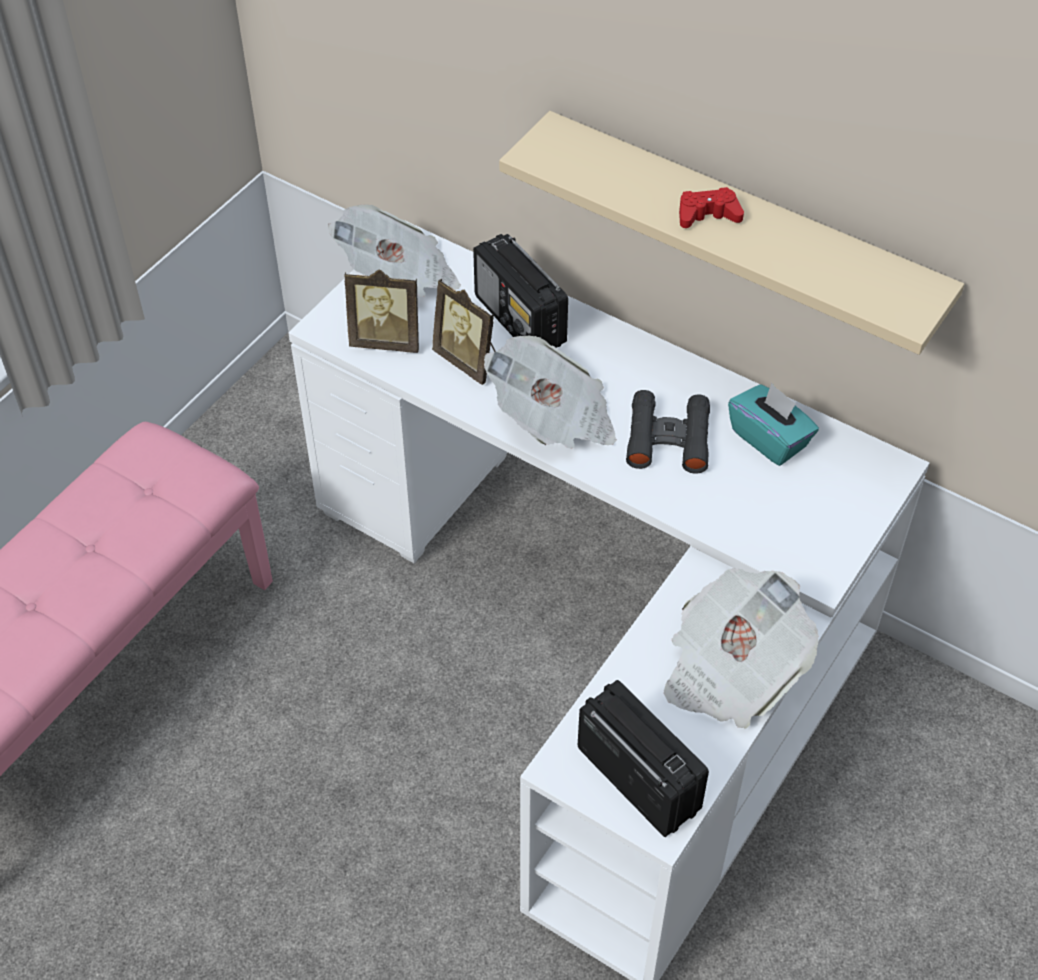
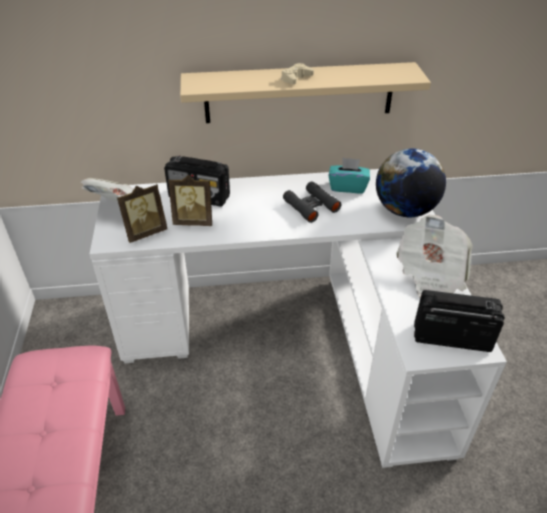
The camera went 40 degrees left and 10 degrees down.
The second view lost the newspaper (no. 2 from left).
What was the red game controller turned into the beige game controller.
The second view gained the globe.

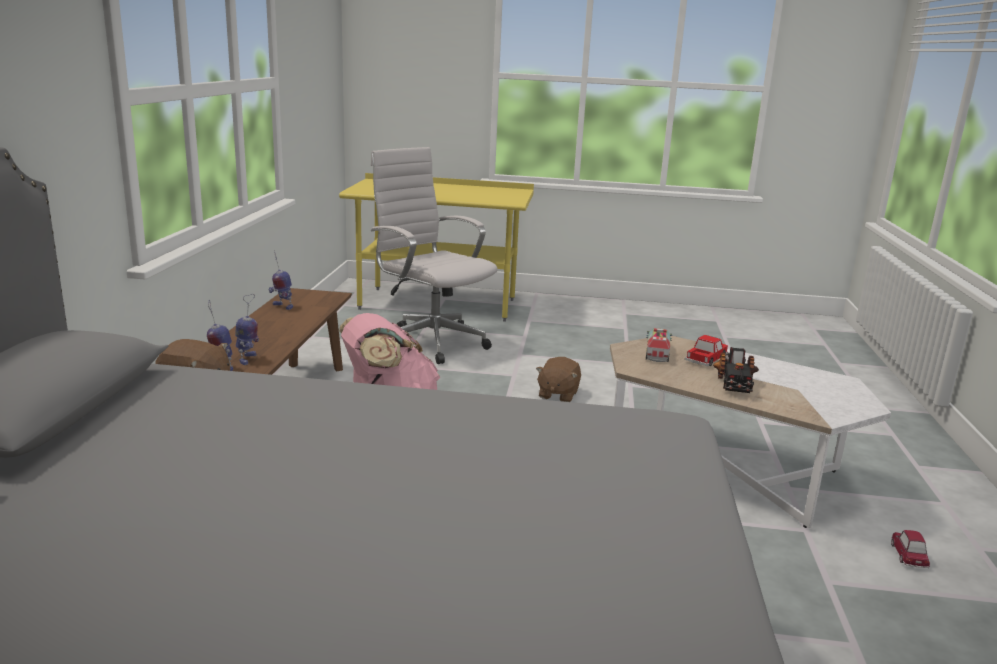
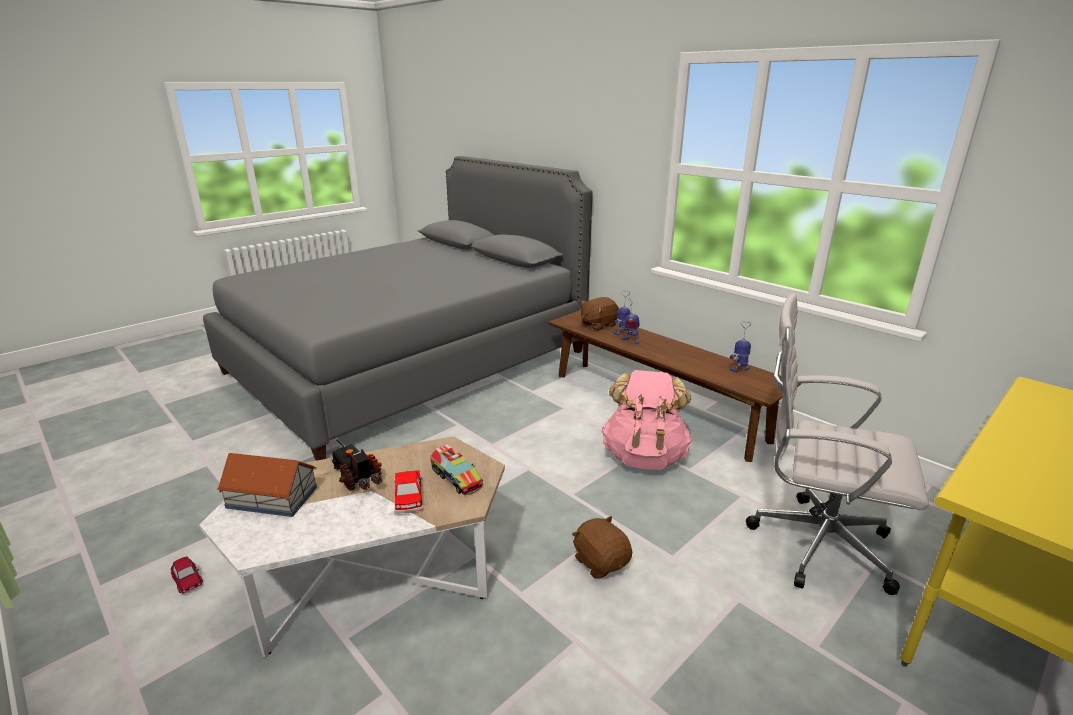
The camera went 130 degrees right and 5 degrees up.
The white office chair ended up facing another way, 150 degrees counterclockwise from before.
The second view gained the toy house.

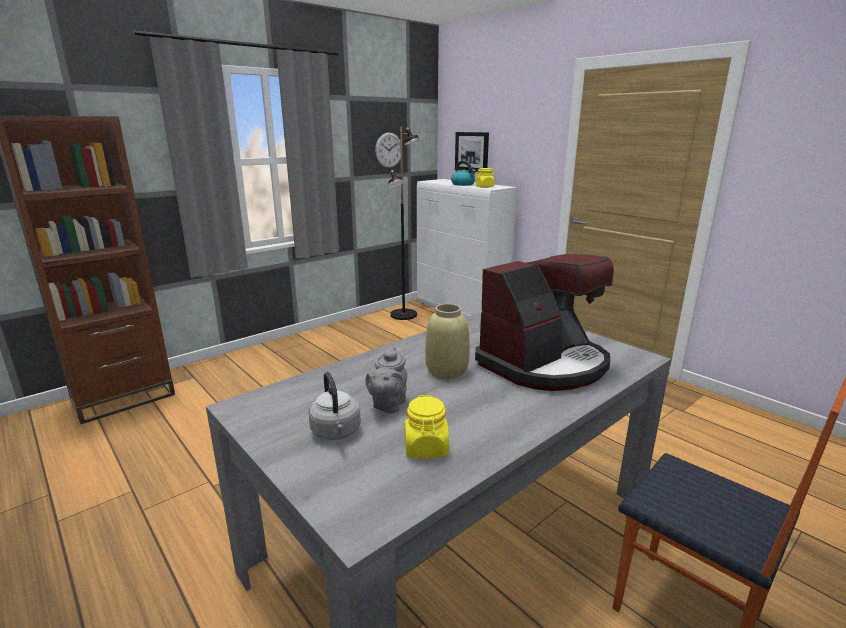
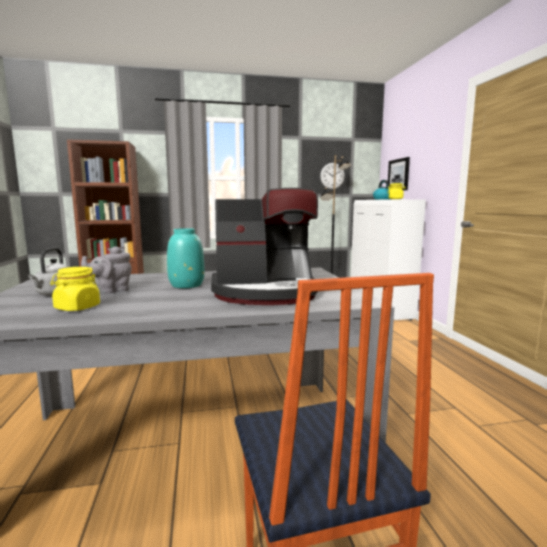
The camera went 30 degrees right and 10 degrees down.
What was the beige vase turned into the turquoise vase.

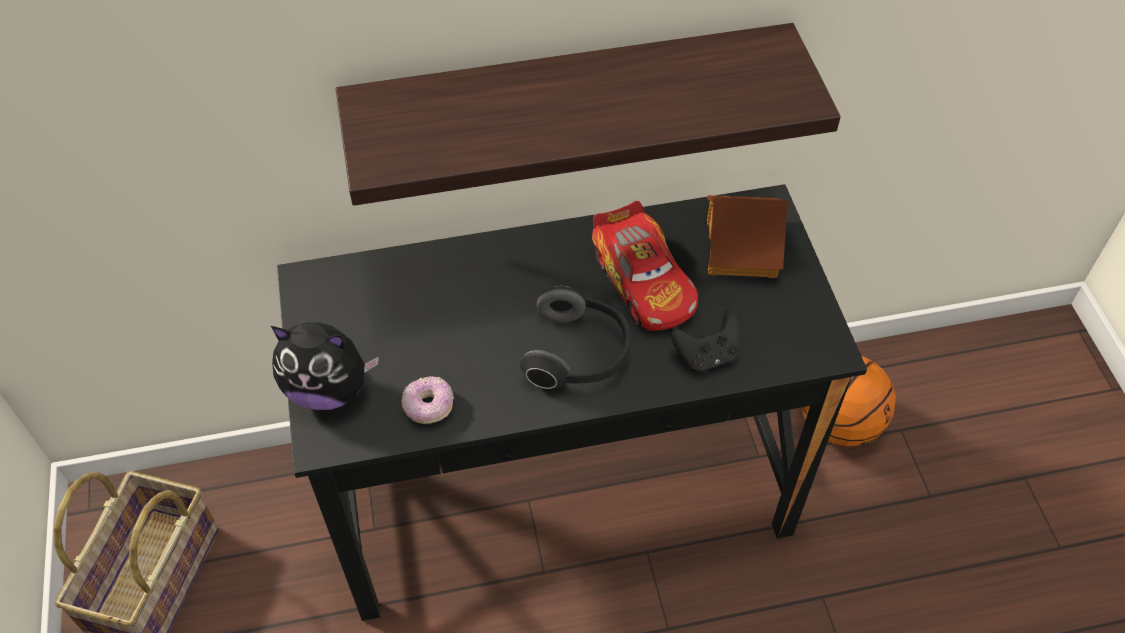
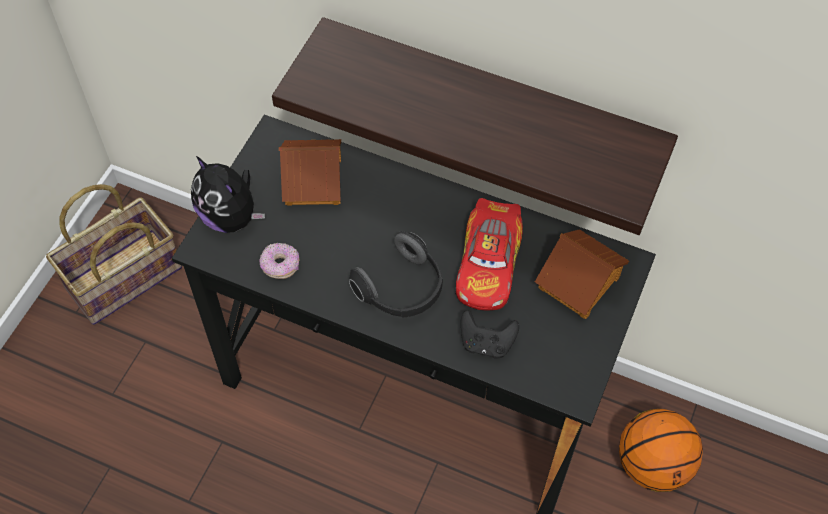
The camera went 35 degrees right and 5 degrees up.
The second view gained the toy house (no. 1 from left).

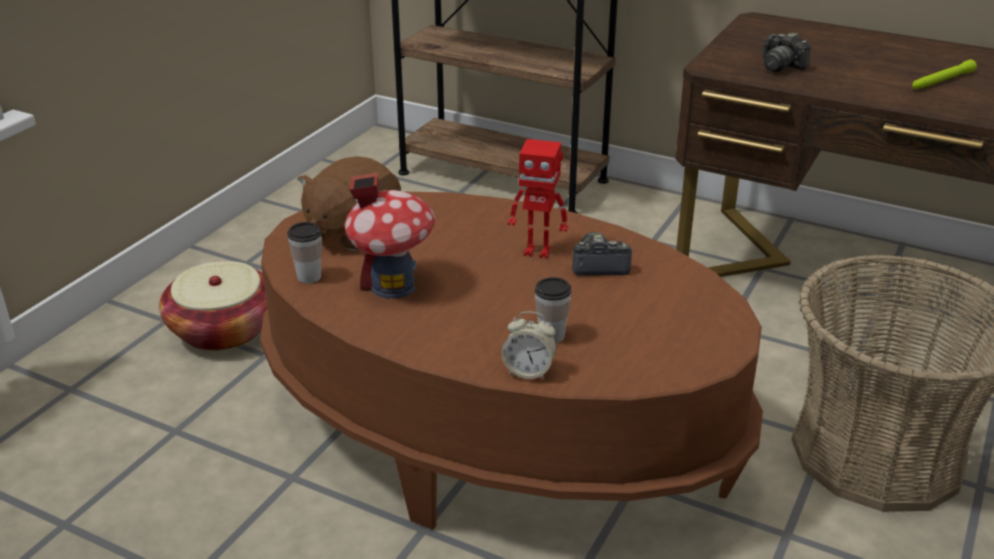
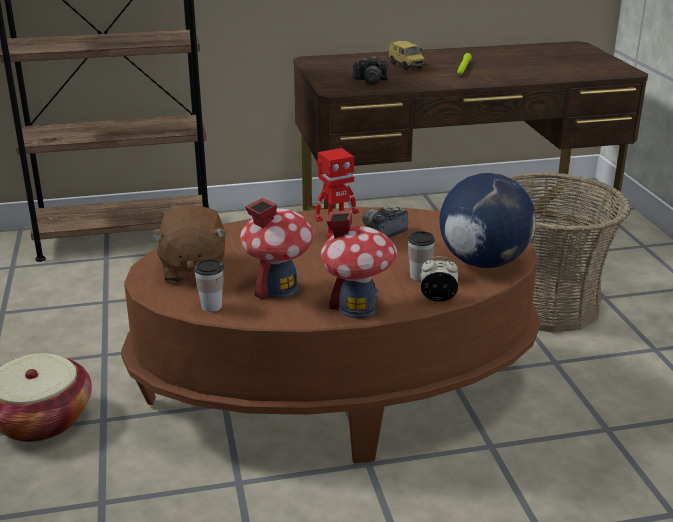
The camera went 40 degrees left and 5 degrees down.
The alarm clock ended up facing another way, 150 degrees counterclockwise from before.
The second view gained the toy house (no. 2 from left).
The second view gained the toy car.
The second view gained the globe.

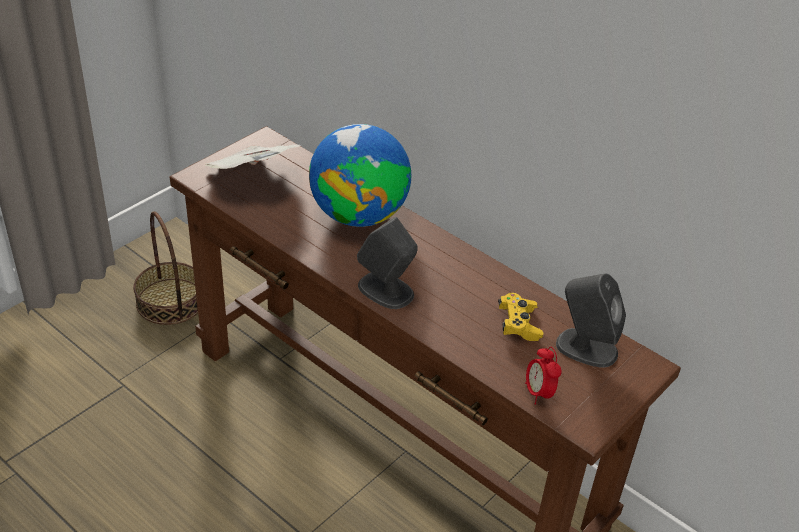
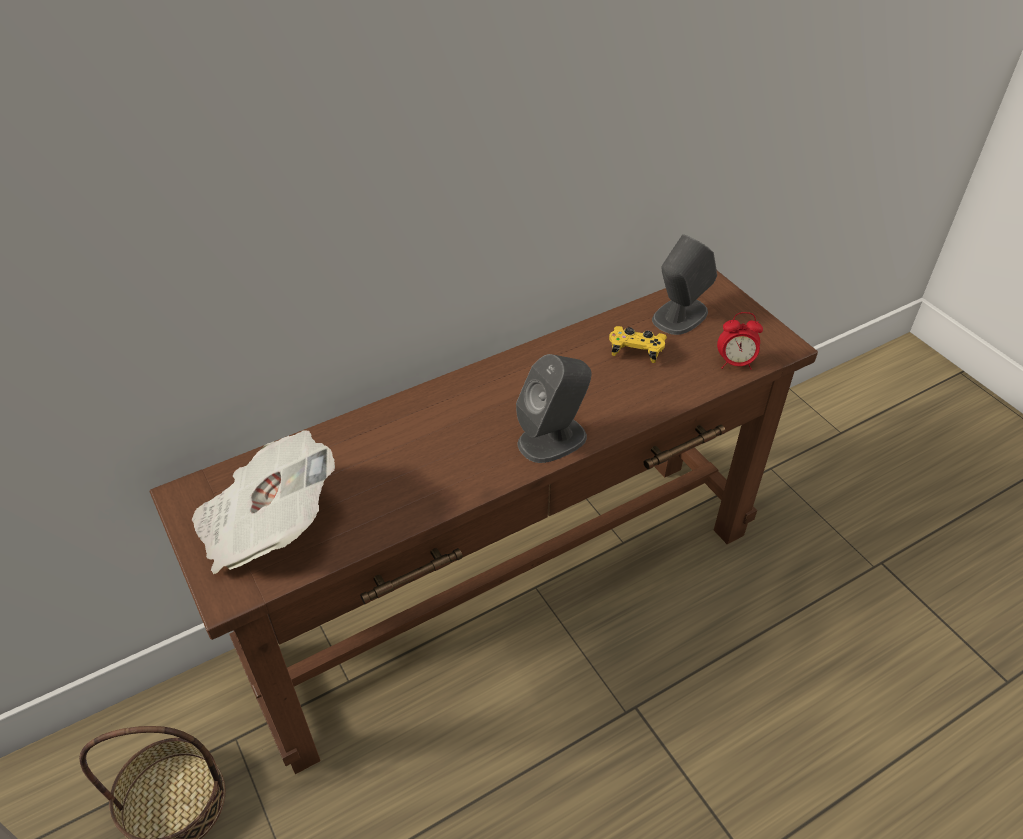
The camera went 70 degrees left and 5 degrees up.
The second view lost the globe.

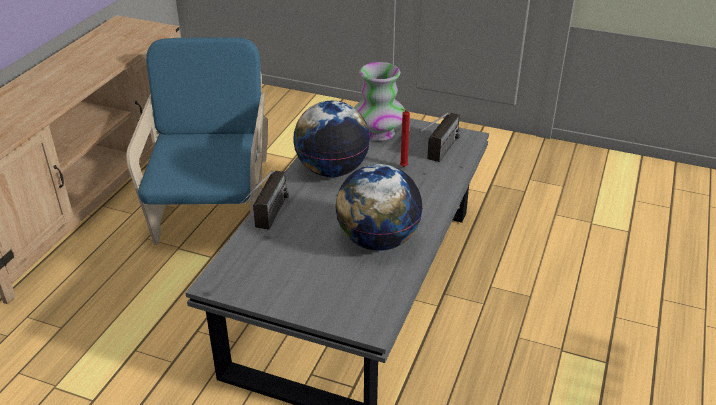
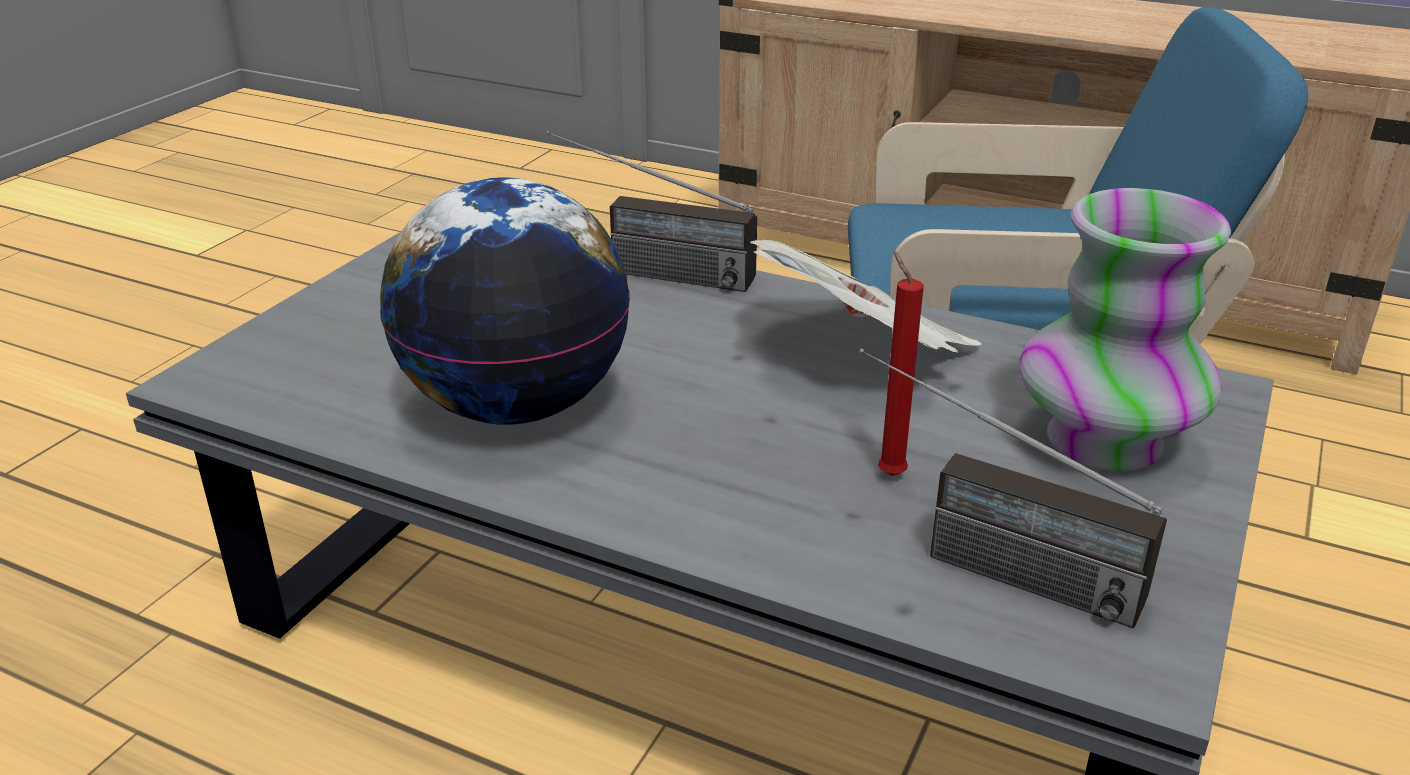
The camera went 95 degrees right and 5 degrees down.
Where the globe (no. 1 from left) stood, the newspaper came to stand.

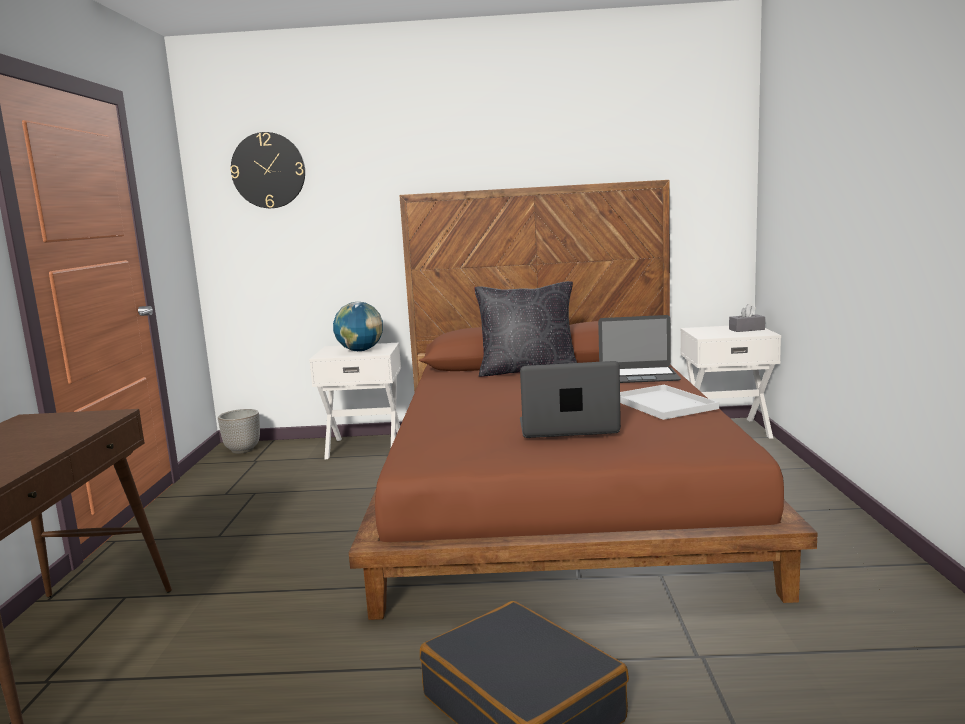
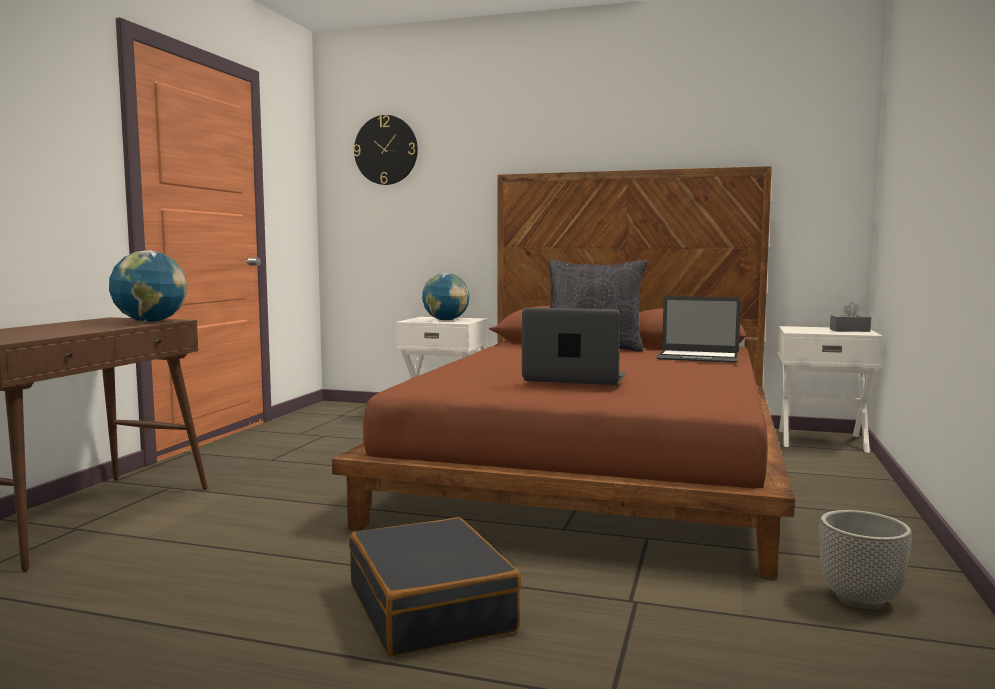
The camera went 15 degrees right and 5 degrees down.
The planter ended up elsewhere.
The second view lost the white tray.
The second view gained the globe (no. 1 from left).

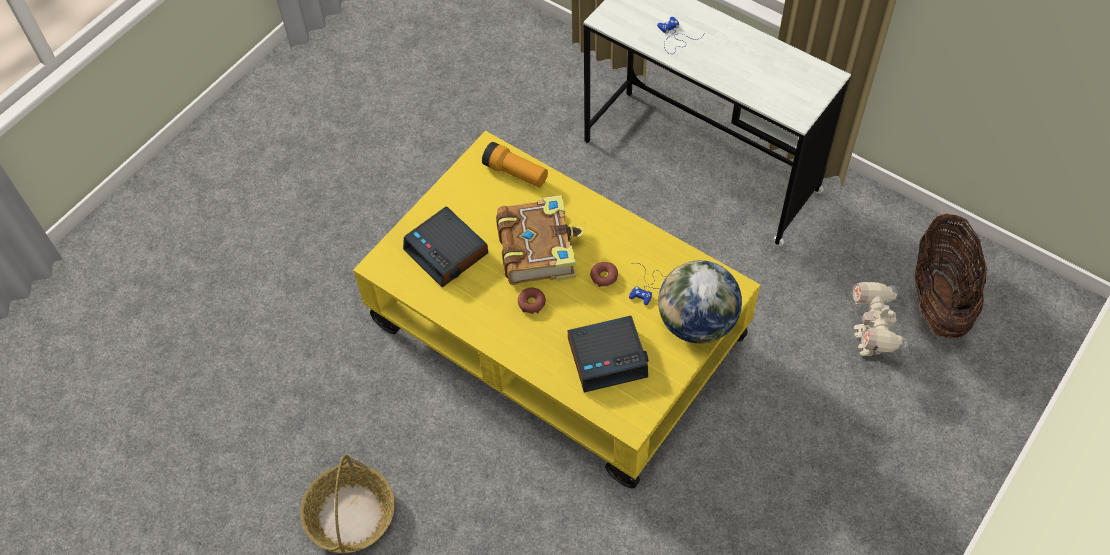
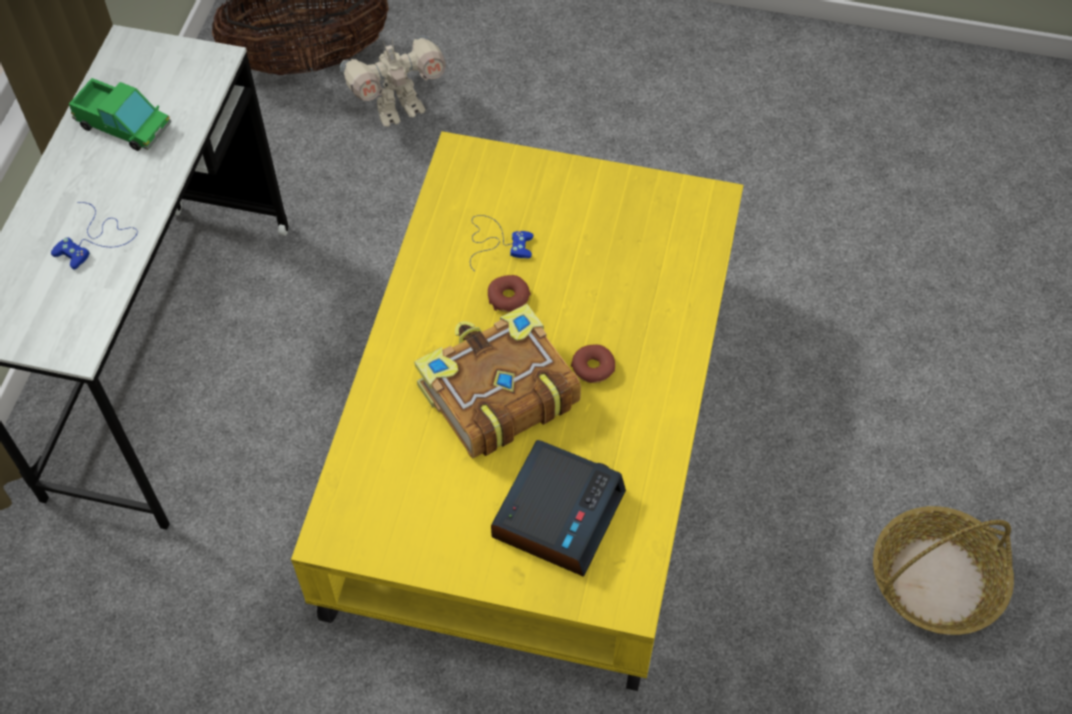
The camera went 115 degrees left and 0 degrees up.
The second view lost the flashlight.
The second view lost the alarm clock (no. 2 from left).
The second view lost the globe.
The second view gained the toy truck.

